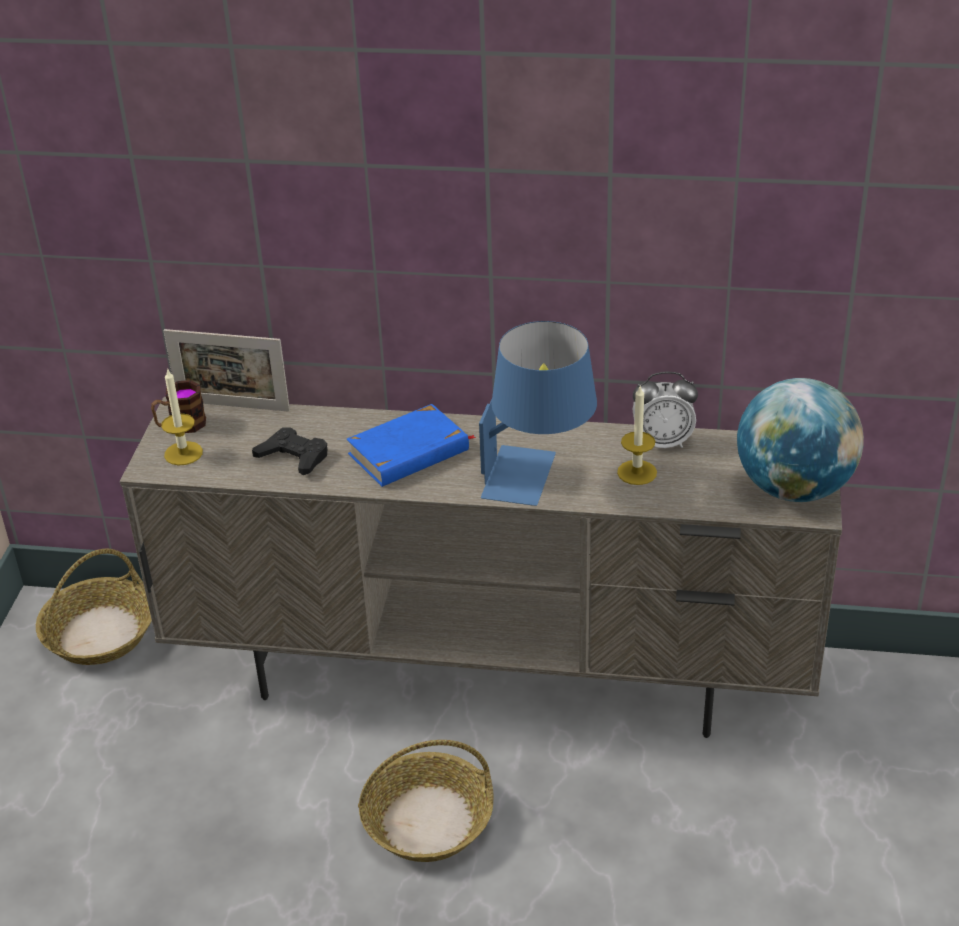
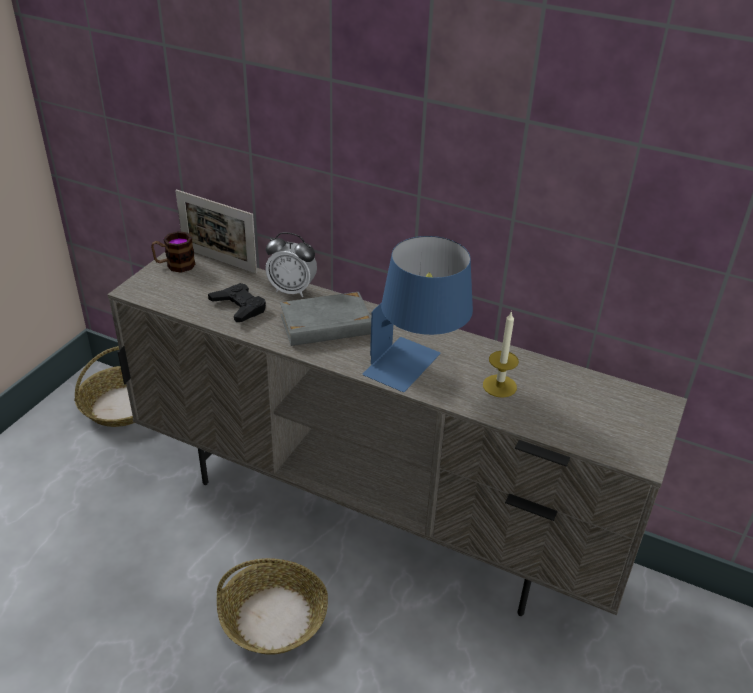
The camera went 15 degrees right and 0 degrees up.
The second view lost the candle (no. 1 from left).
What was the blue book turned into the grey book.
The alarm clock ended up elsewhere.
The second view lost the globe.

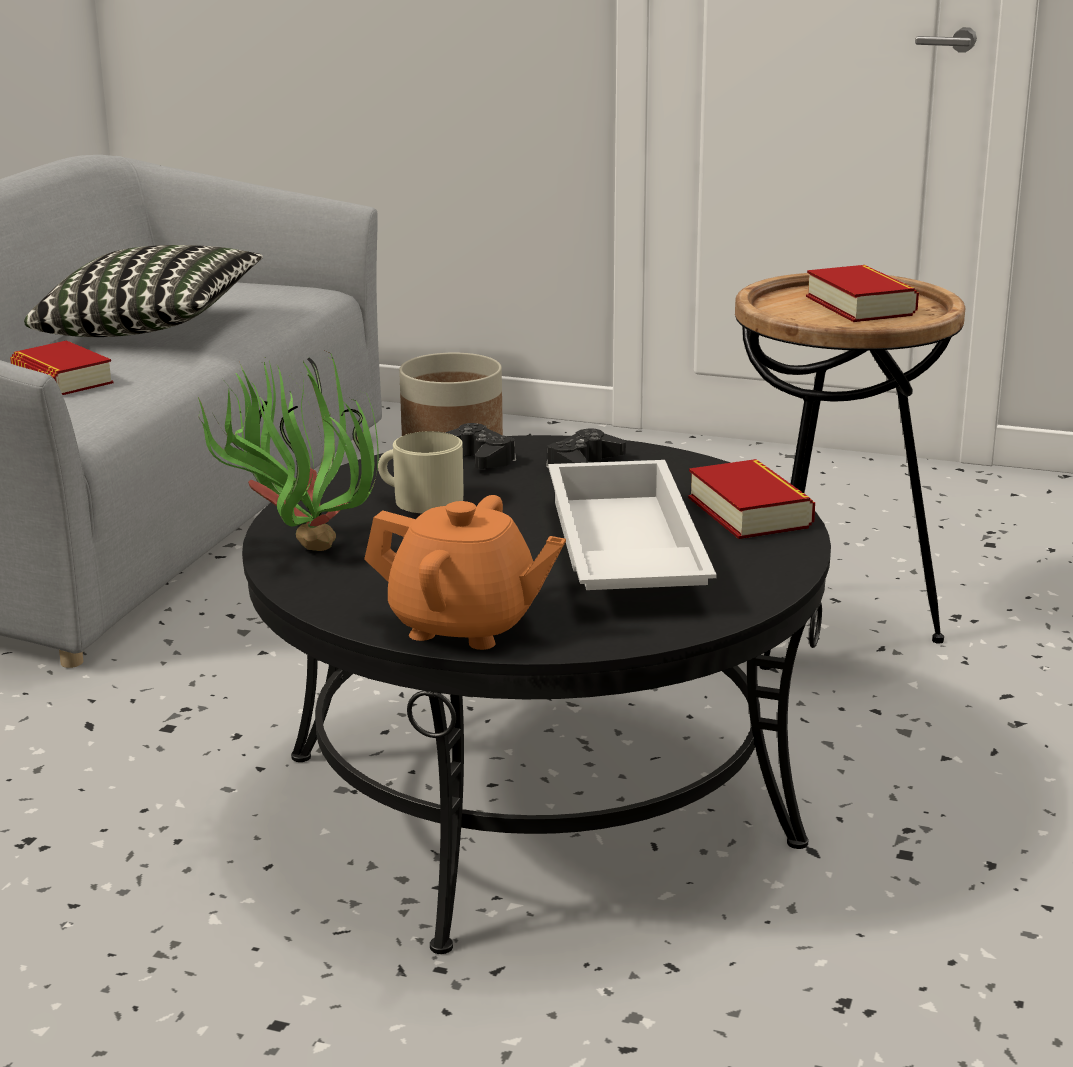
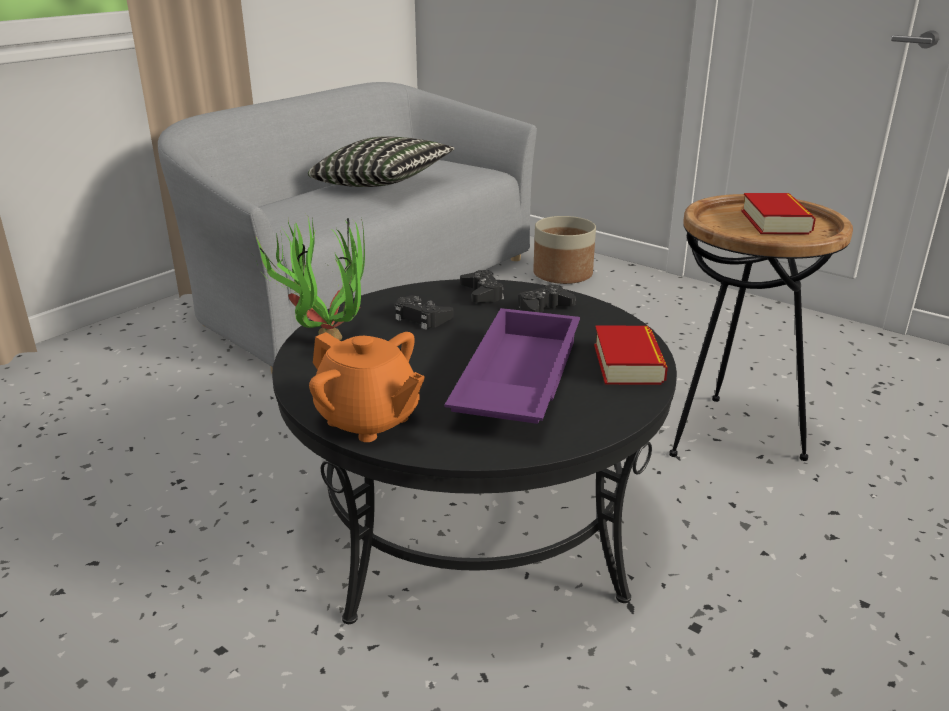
The camera went 20 degrees right and 5 degrees up.
The second view lost the book (no. 1 from left).
Where the beige mug stood, the black game controller (no. 1 from left) came to stand.
What was the white tray turned into the purple tray.

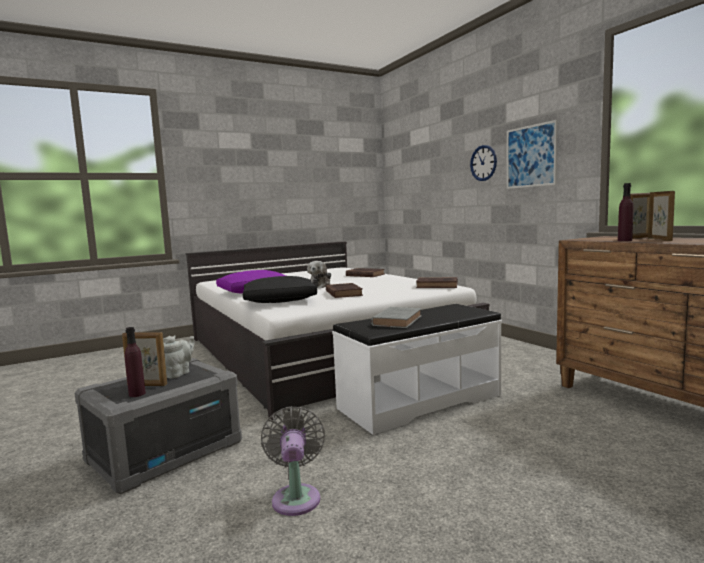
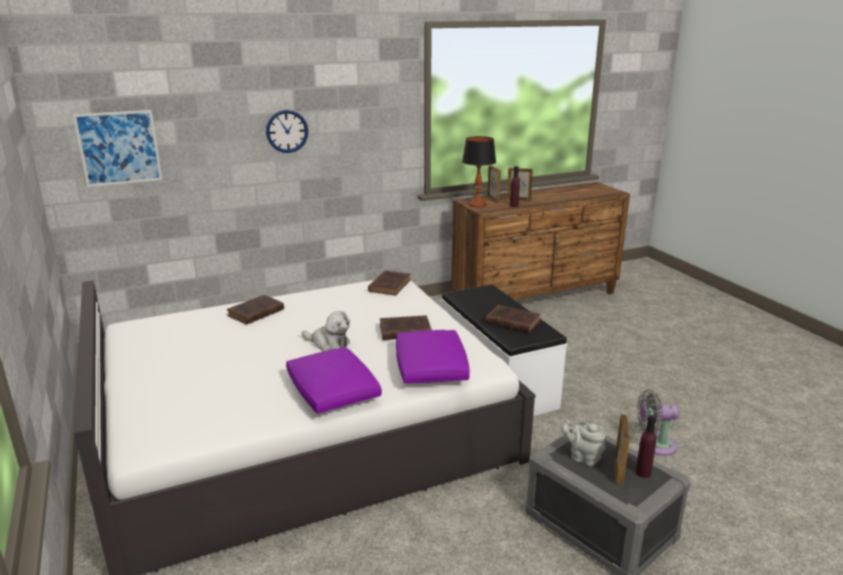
The camera went 85 degrees left and 15 degrees up.
What was the black pillow turned into the purple pillow (no. 2 from left).
What was the grey book turned into the brown book (no. 4 from left).
The picture ended up elsewhere.
The second view gained the table lamp.

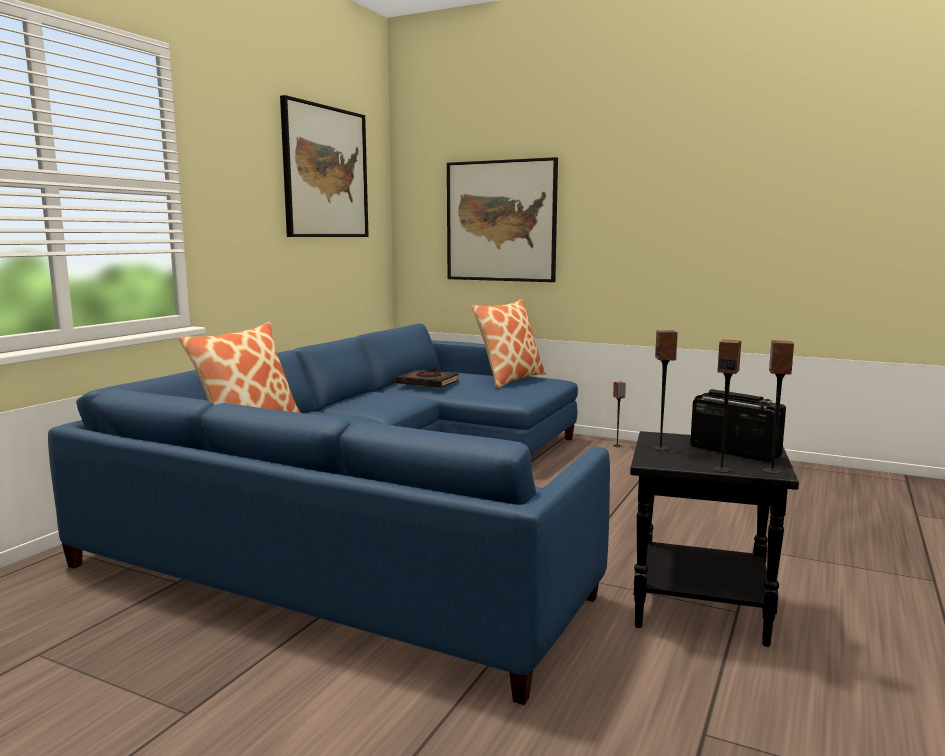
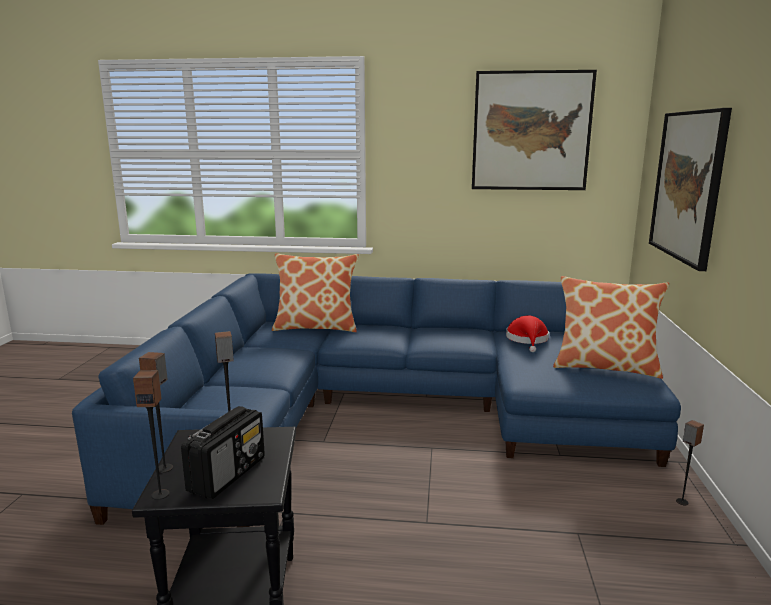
The camera went 70 degrees right and 5 degrees up.
Where the black book stood, the red hat came to stand.

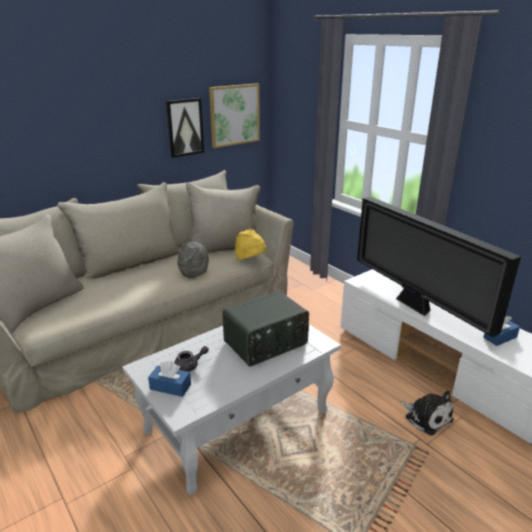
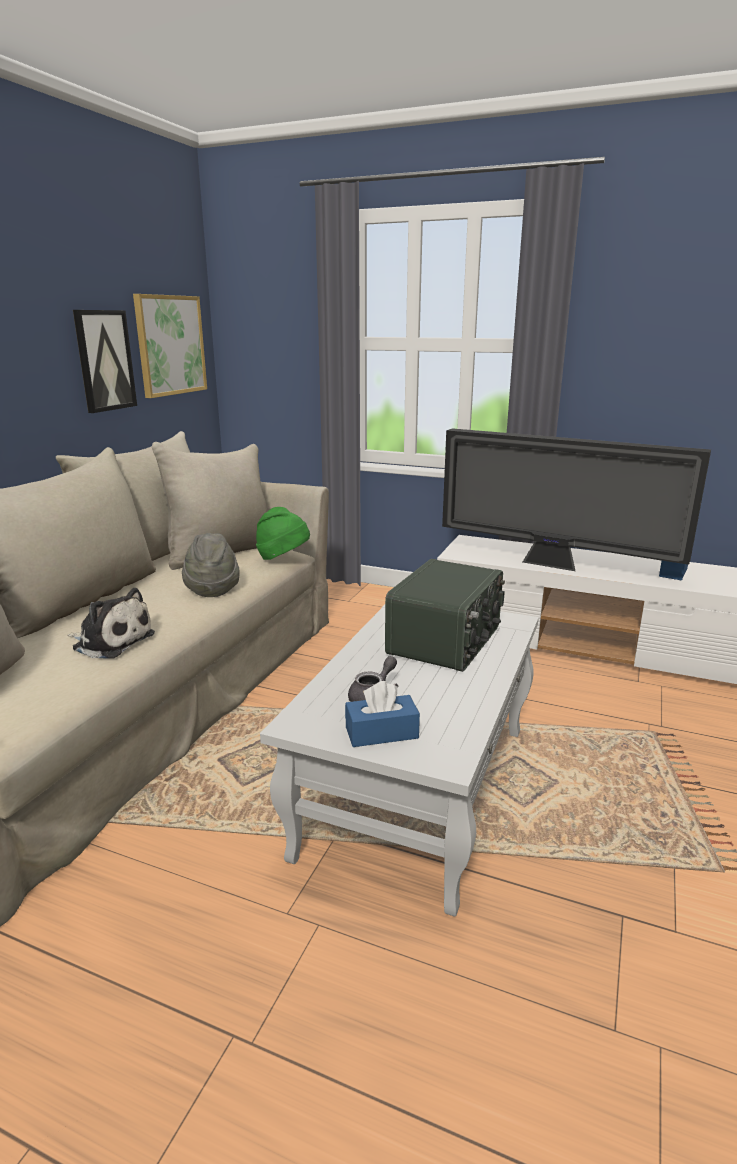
The camera went 30 degrees left and 5 degrees down.
What was the yellow hat turned into the green hat.
The plush toy ended up elsewhere.

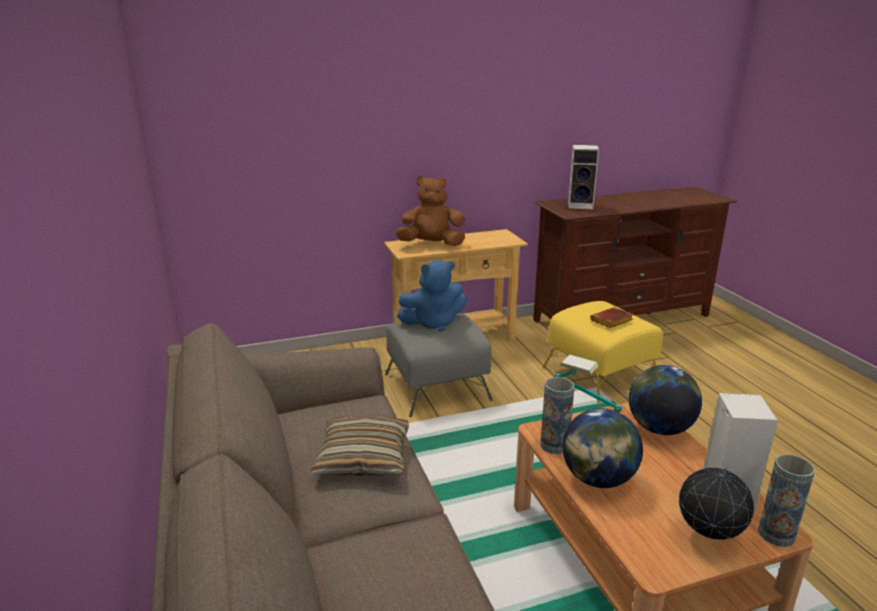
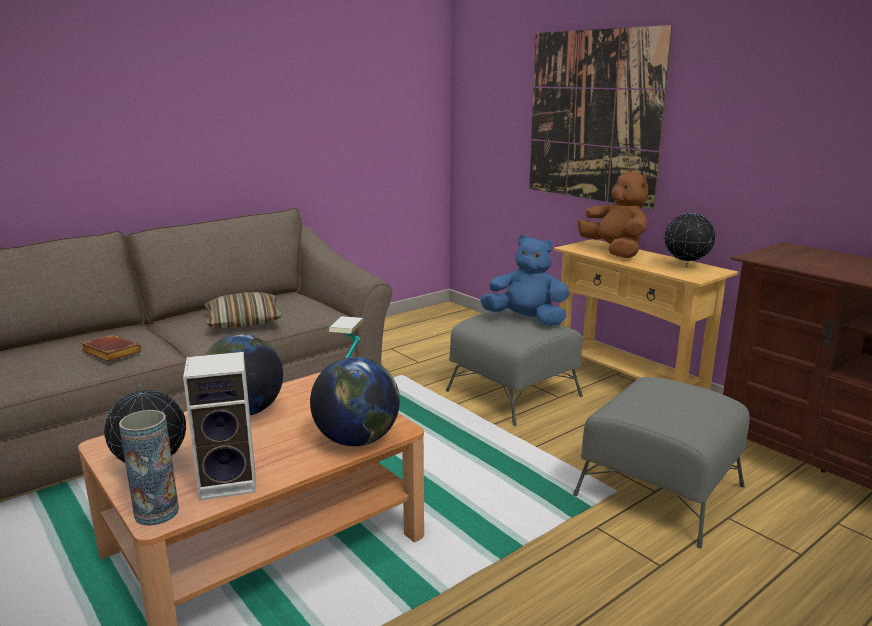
The camera went 70 degrees right and 5 degrees down.
The blue plush toy ended up facing another way, 150 degrees clockwise from before.
The second view lost the vase (no. 1 from left).
What was the yellow ottoman turned into the grey ottoman (no. 2 from left).
The second view lost the speaker (no. 1 from left).
The brown book ended up elsewhere.
The second view gained the picture.
The second view gained the globe (no. 4 from left).

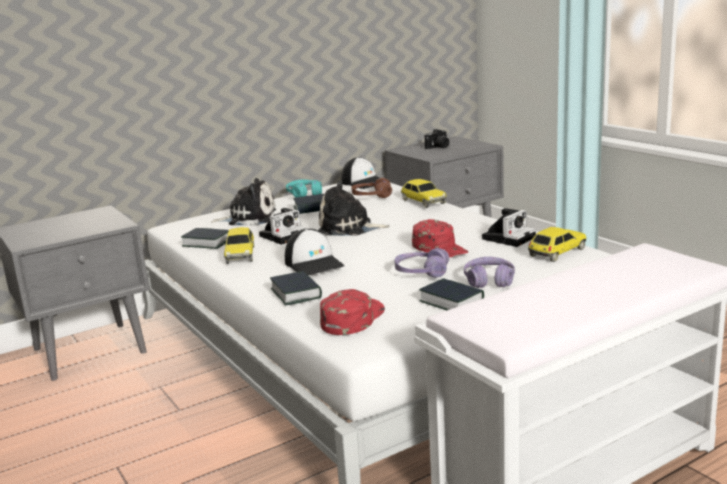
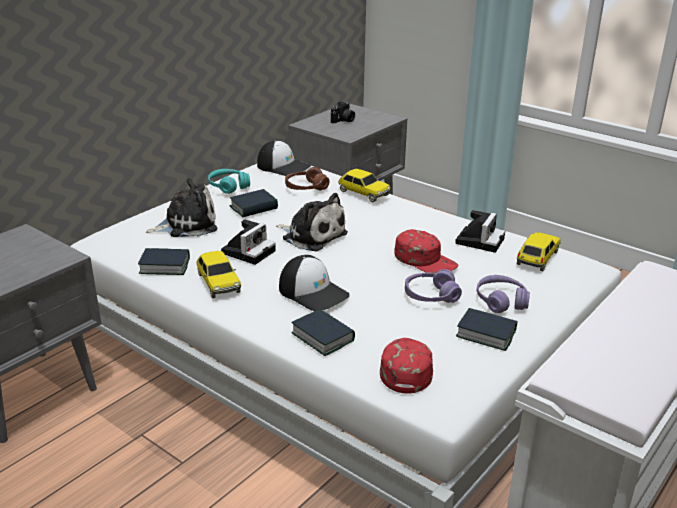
The camera went 20 degrees left and 10 degrees up.
The plush toy (no. 2 from left) ended up facing another way, 135 degrees counterclockwise from before.

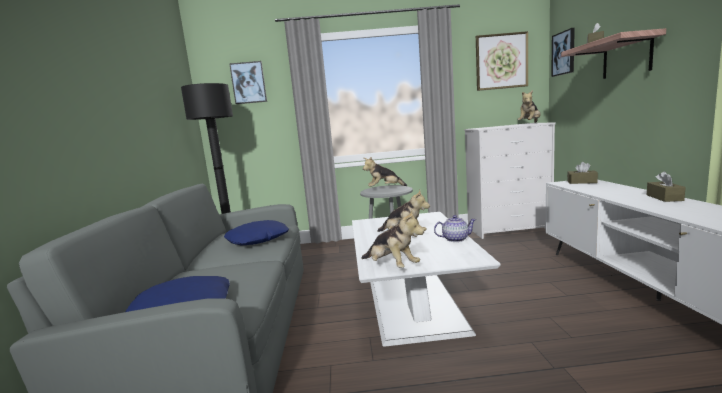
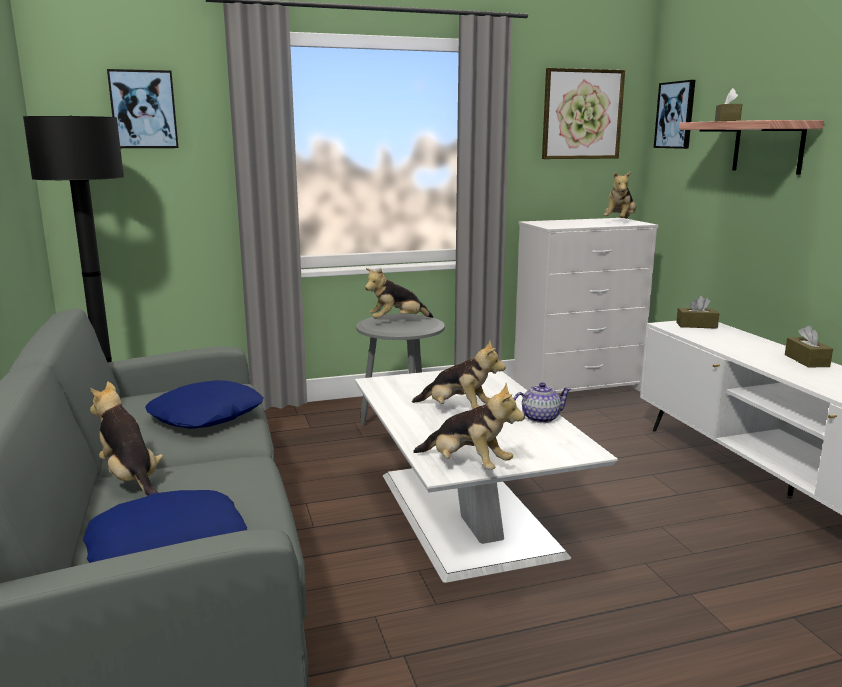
The camera went 15 degrees left and 5 degrees up.
The second view gained the plush toy (no. 1 from left).

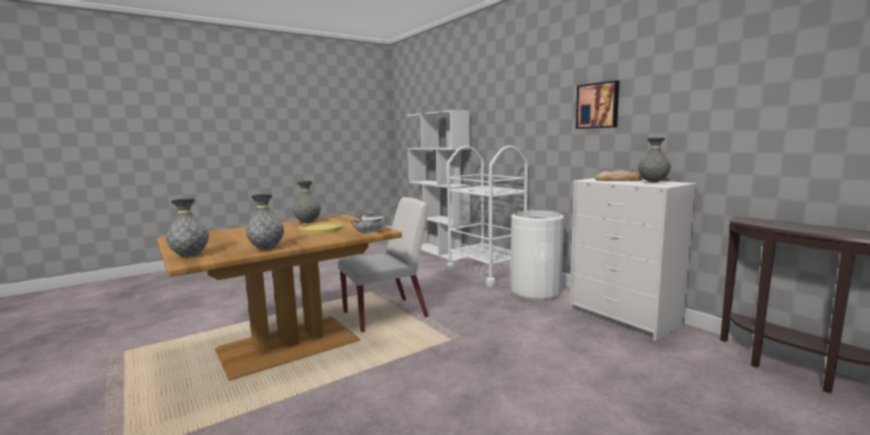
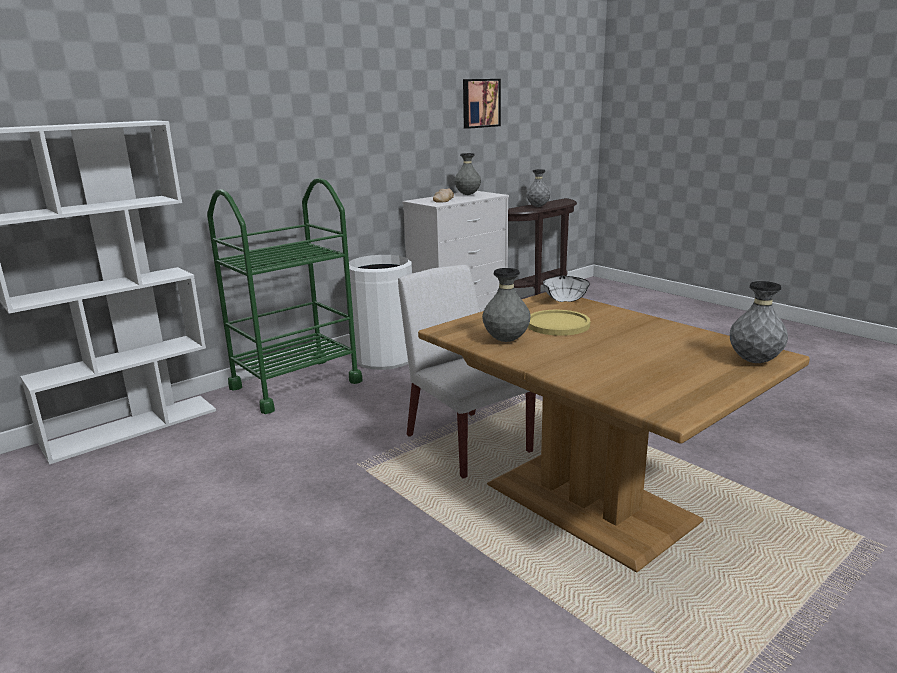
The camera went 95 degrees left and 10 degrees up.
The grey vase (no. 2 from left in the first image) ended up elsewhere.
What was the white cart turned into the green cart.
The picture ended up elsewhere.

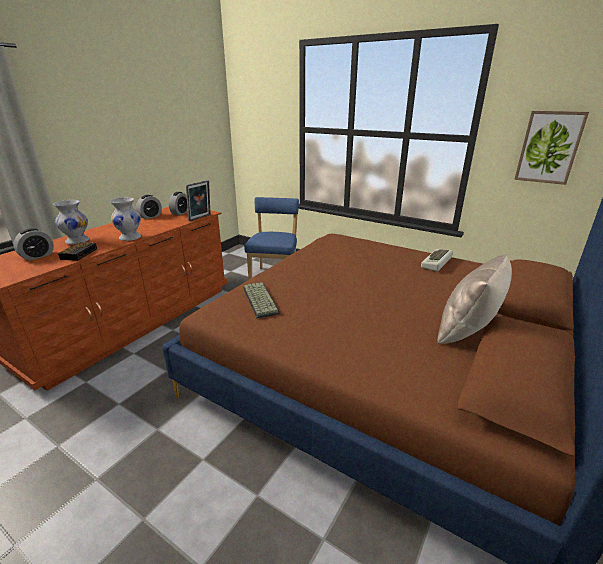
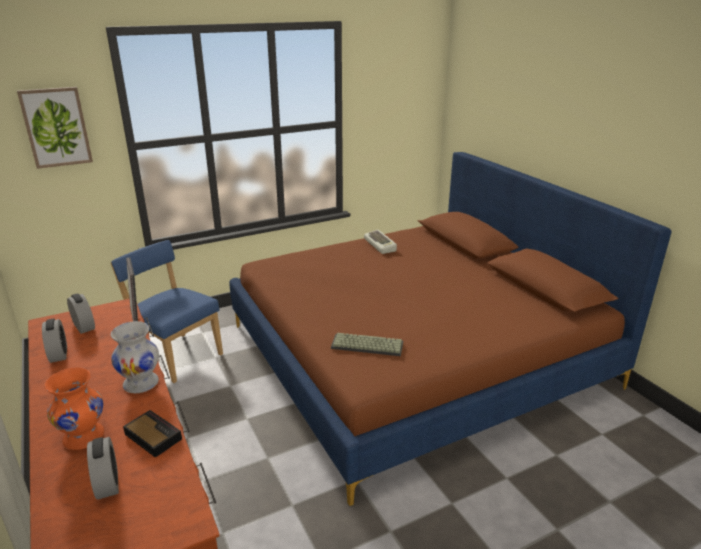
The camera went 60 degrees left and 0 degrees up.
What was the white vase (no. 1 from left) turned into the orange vase.
The second view lost the beige pillow.
The picture ended up elsewhere.

